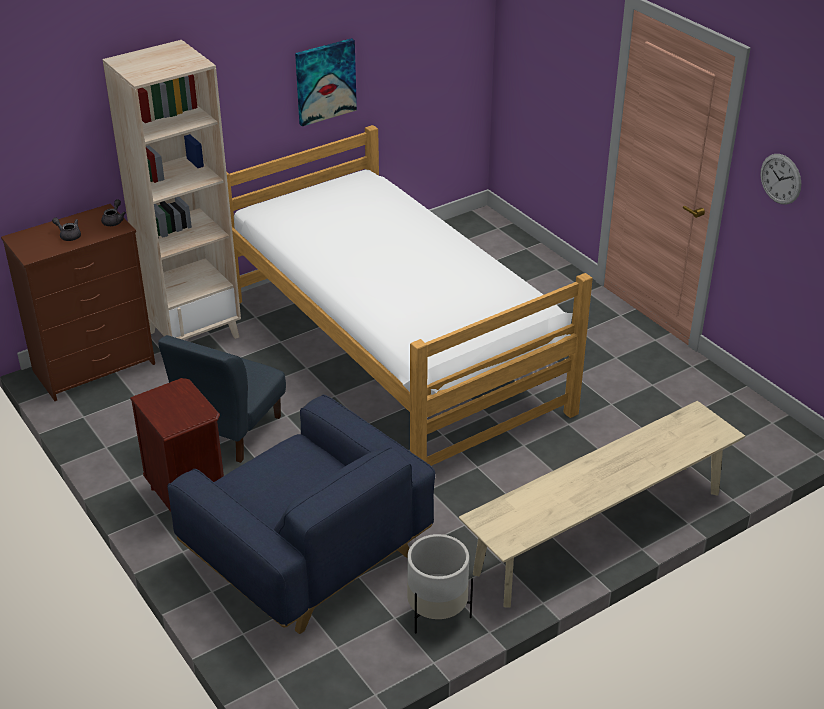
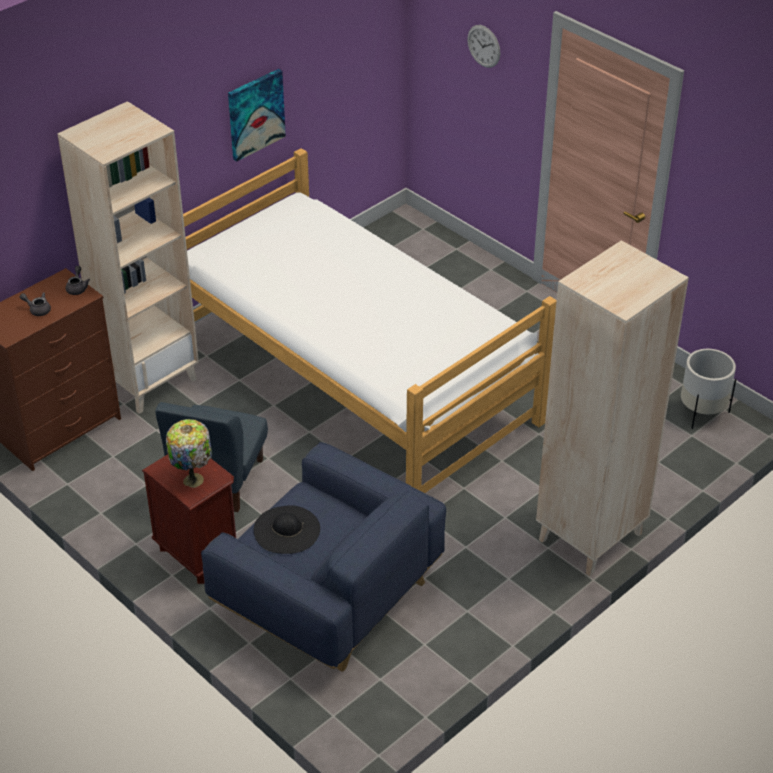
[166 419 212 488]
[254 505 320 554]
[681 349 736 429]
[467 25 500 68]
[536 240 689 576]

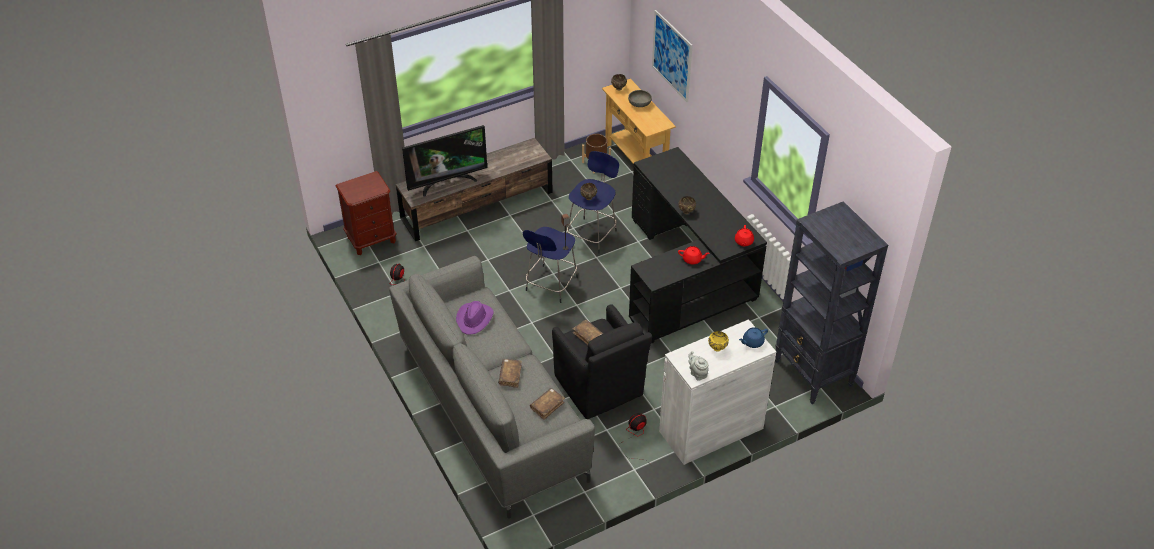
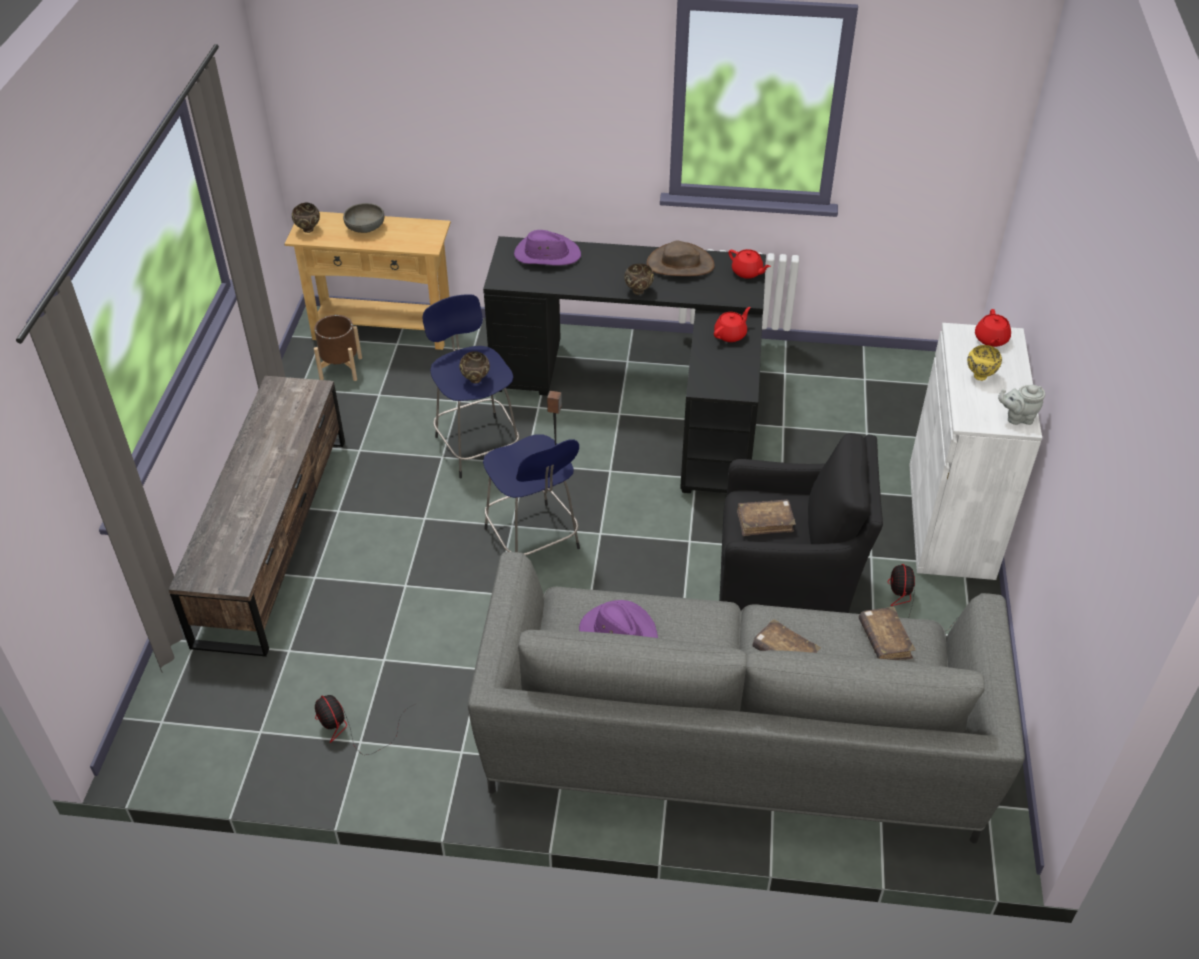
[336 171 396 255] (first image)
[402 125 487 197] (first image)
[652 10 693 102] (first image)
[775 201 888 404] (first image)
[514 230 581 266]
[646 241 715 276]
[975 309 1011 347]

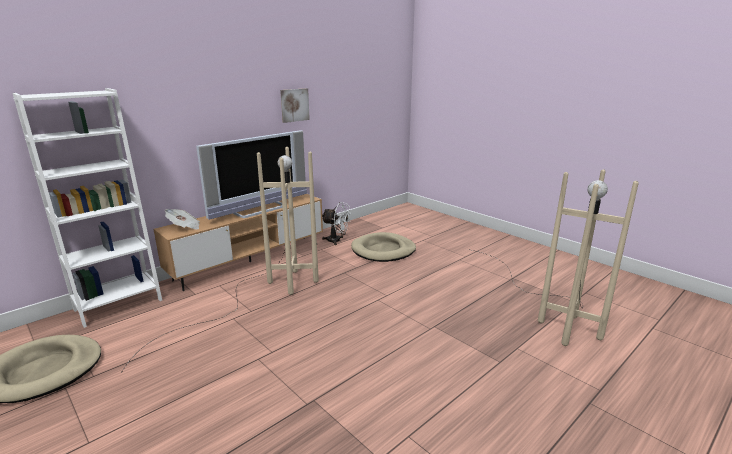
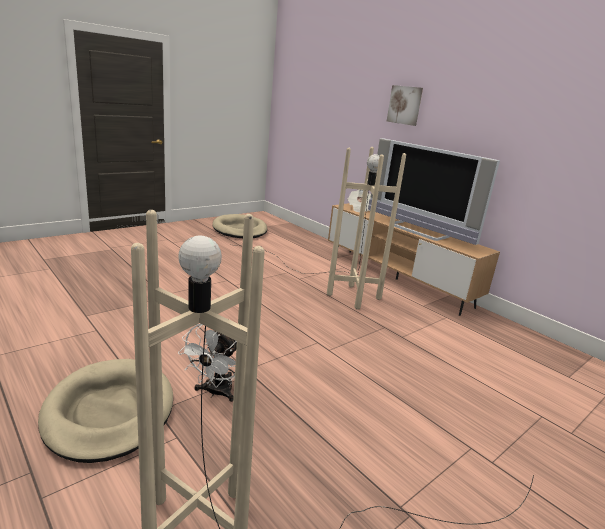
[12 88 162 328] (first image)
[387 85 423 126]
[178 324 237 402]
[38 359 173 463]

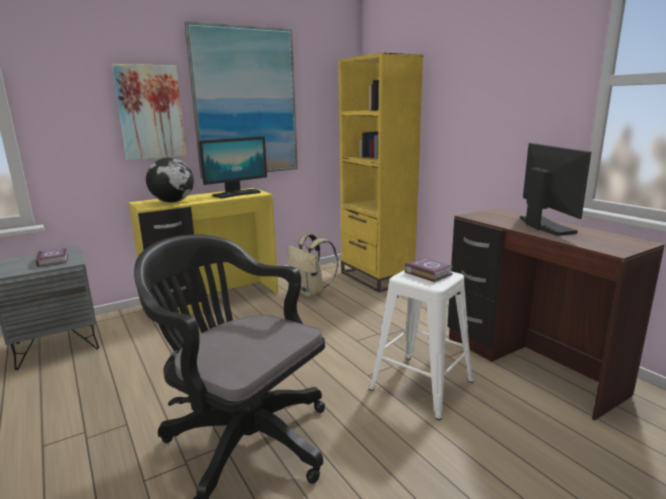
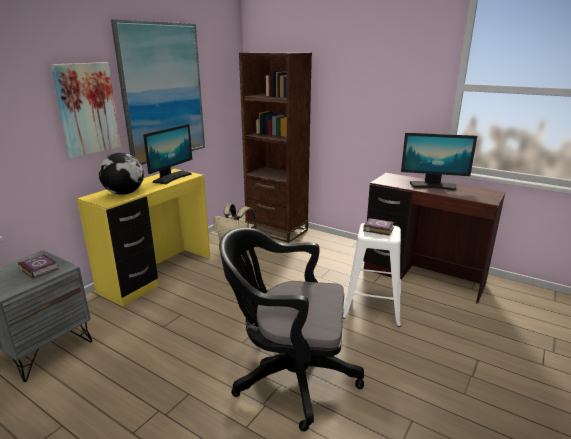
[239 52 312 243]
[401 133 477 190]

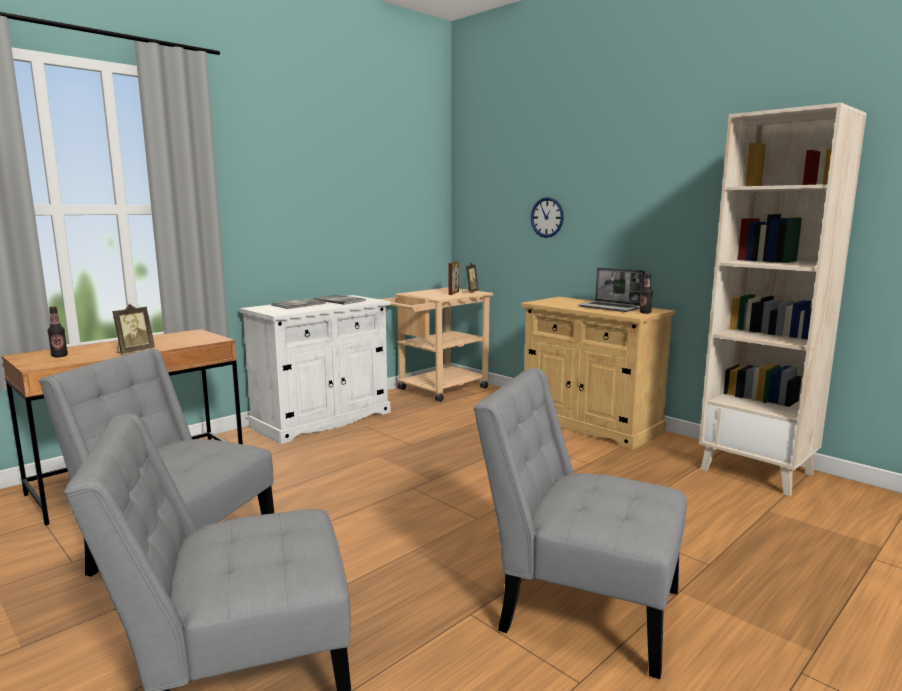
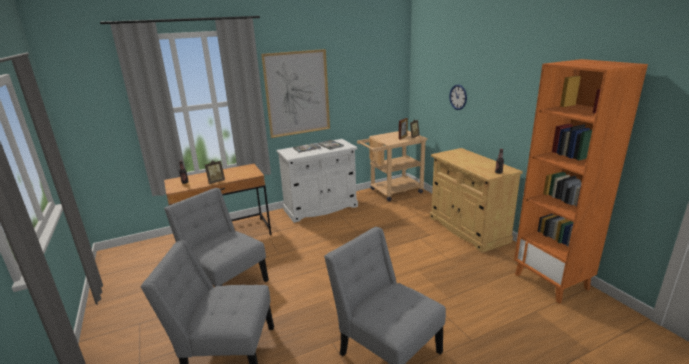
[578 267 645 312] (first image)
[261 49 330 138]
[514 59 648 304]

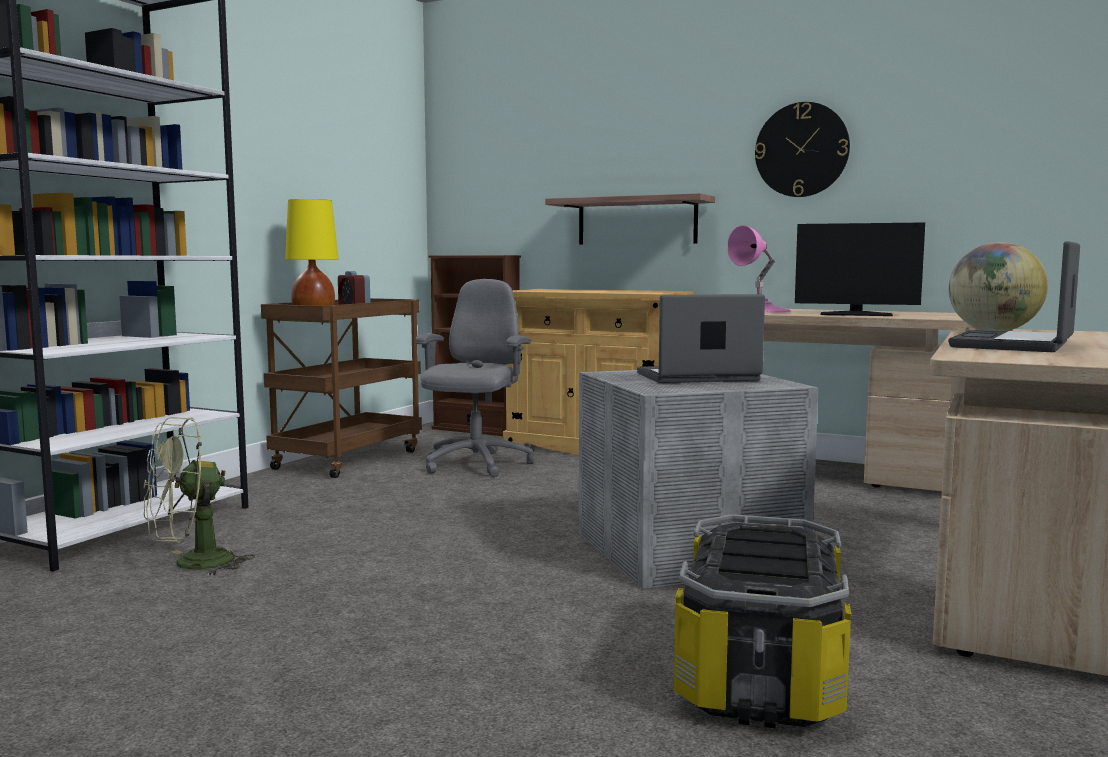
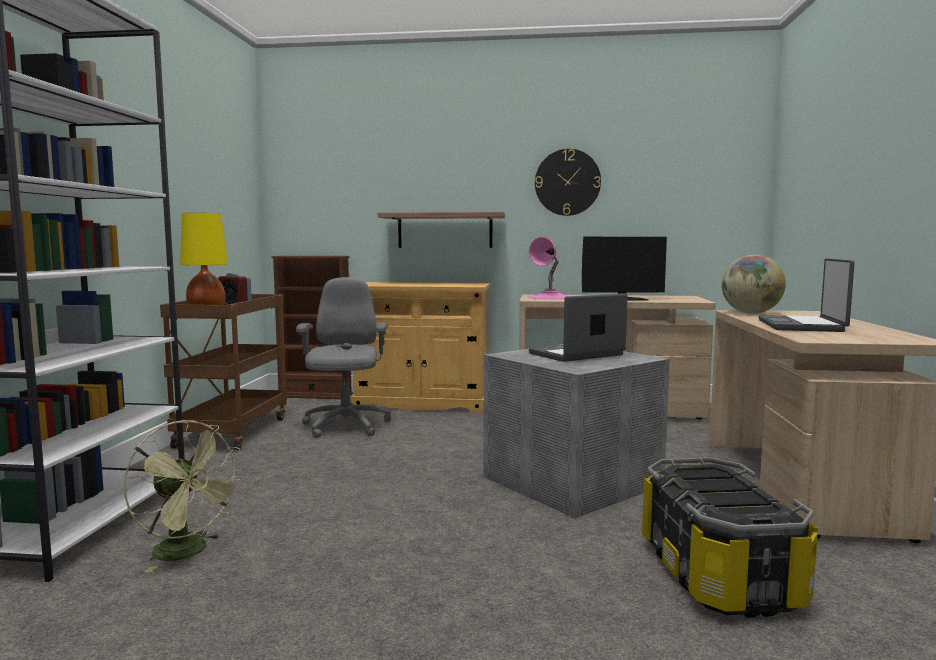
[124 420 245 573]

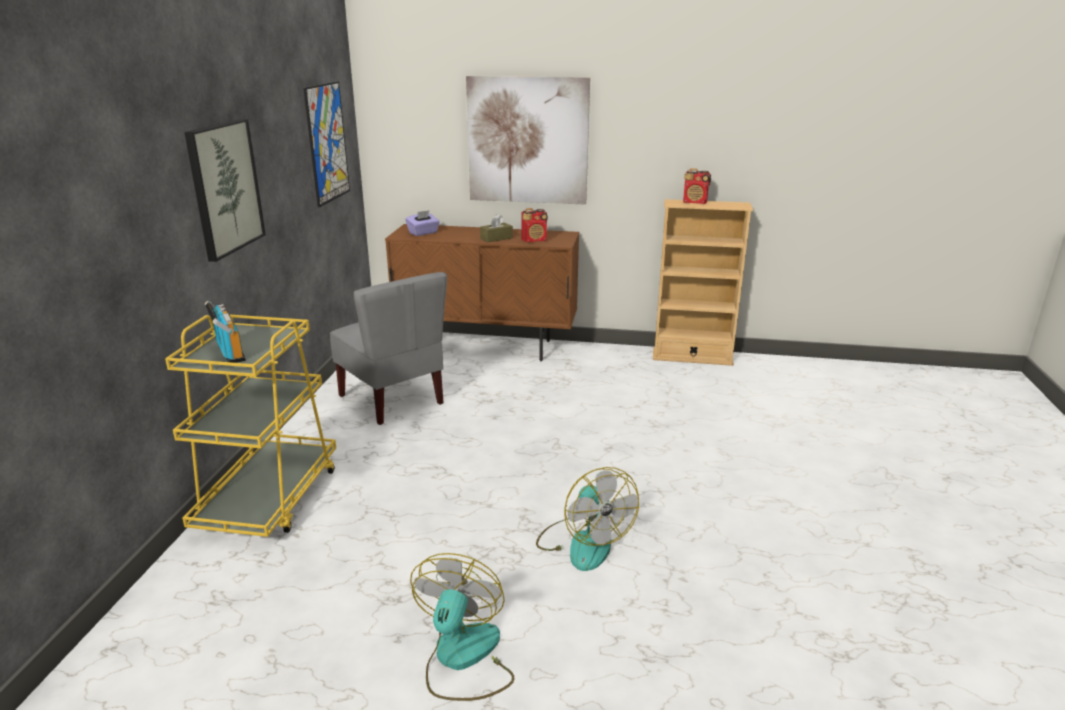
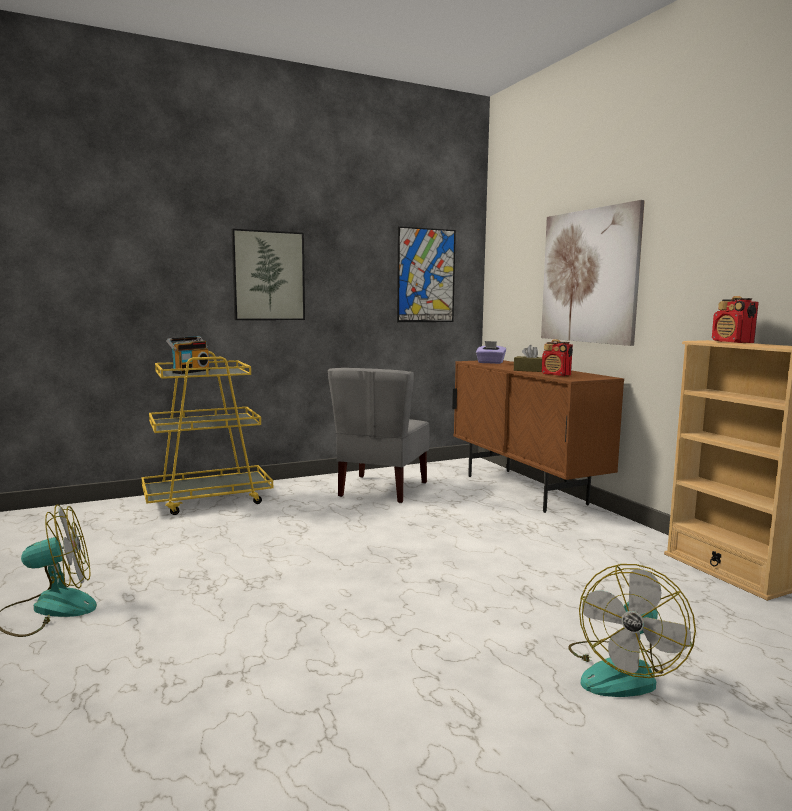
[568 564 696 697]

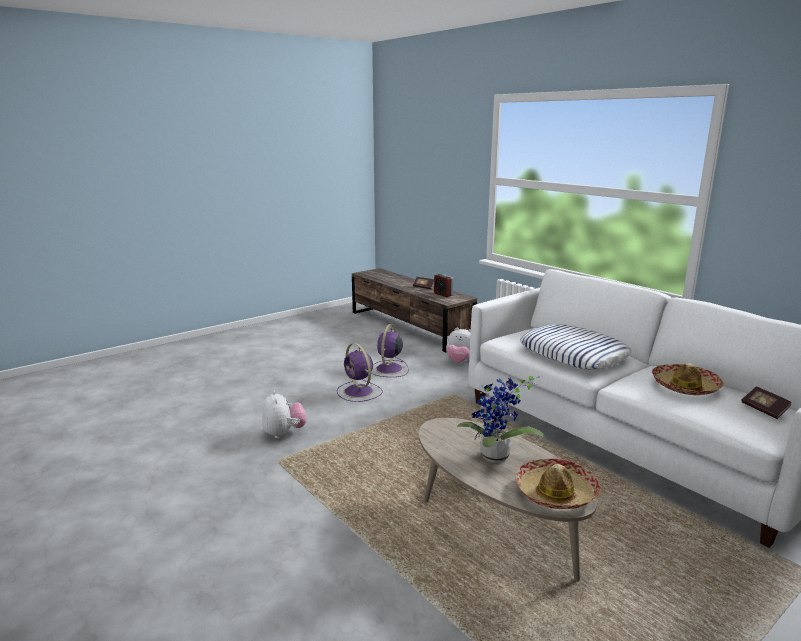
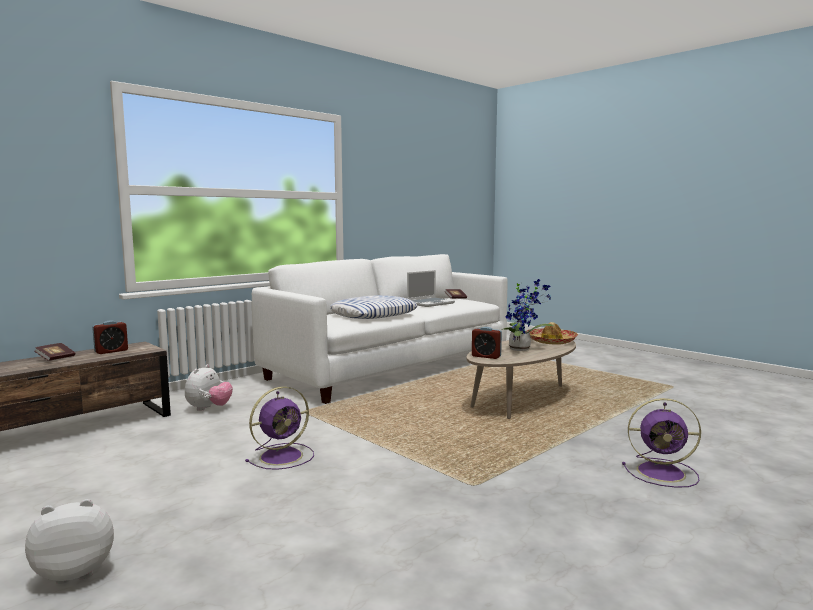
[472 327 502 359]
[25 499 114 584]
[622 398 701 488]
[407 270 455 307]

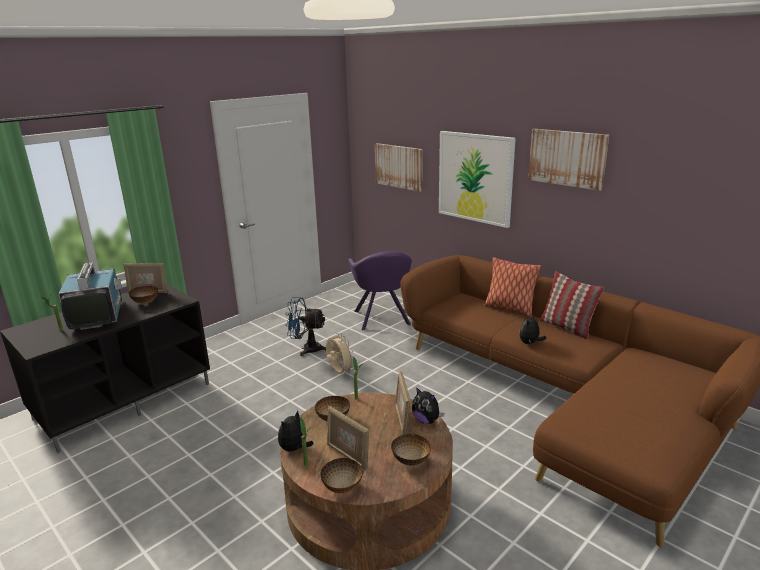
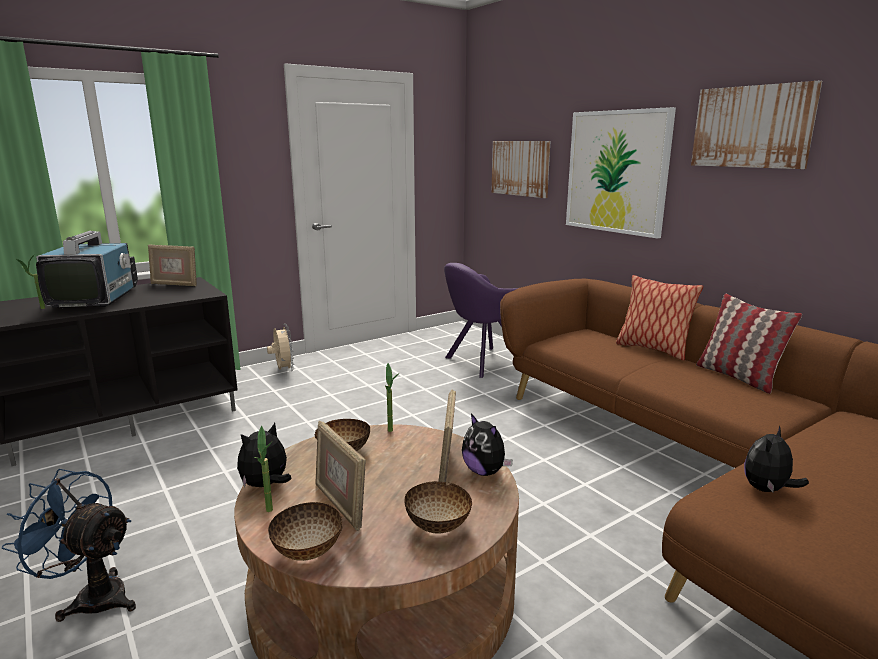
[129 286 158 304] (first image)
[2 469 136 622]
[267 324 294 371]
[744 425 809 492]
[444 263 518 378]

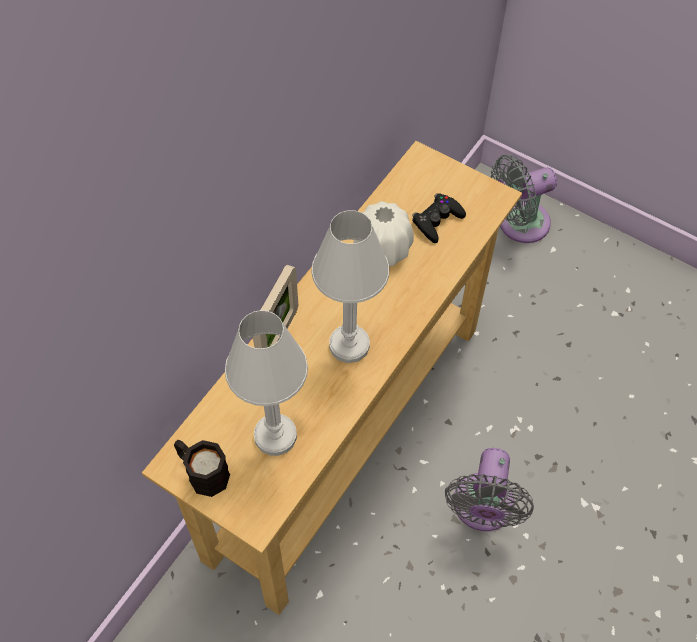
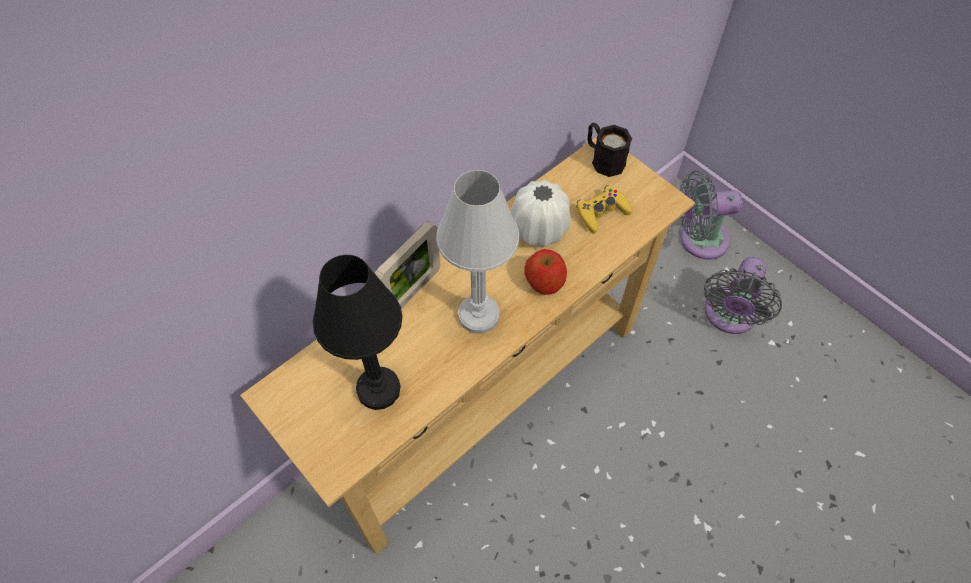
[524 249 567 295]
[588 123 632 177]
[704 257 782 334]
[313 255 402 410]
[576 185 632 234]

